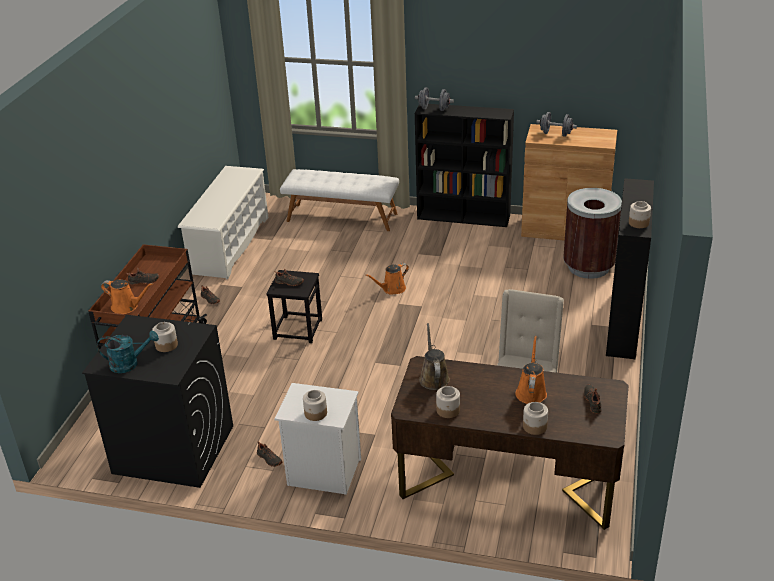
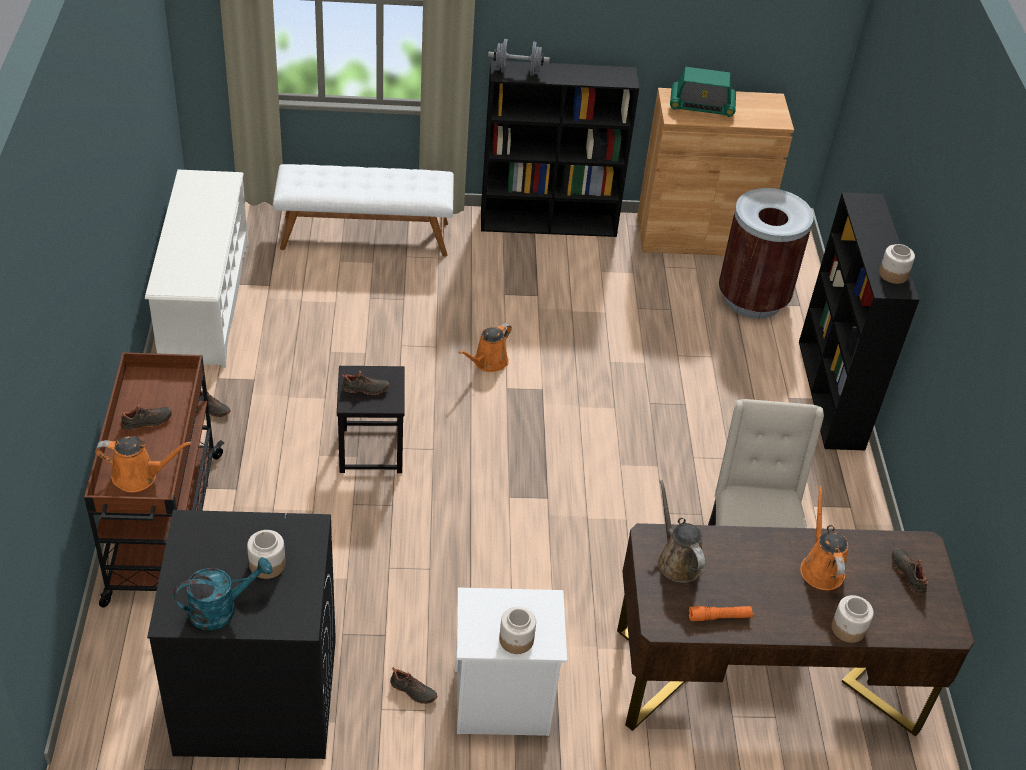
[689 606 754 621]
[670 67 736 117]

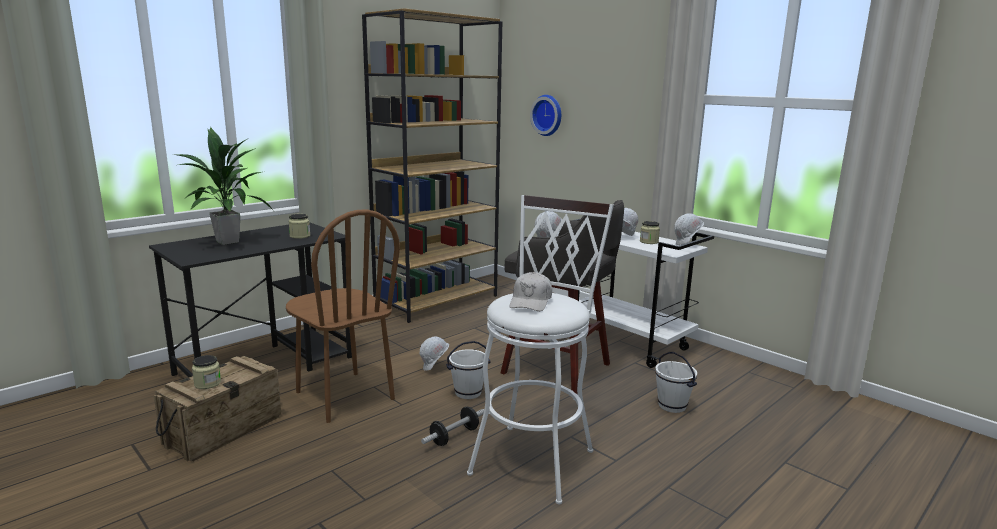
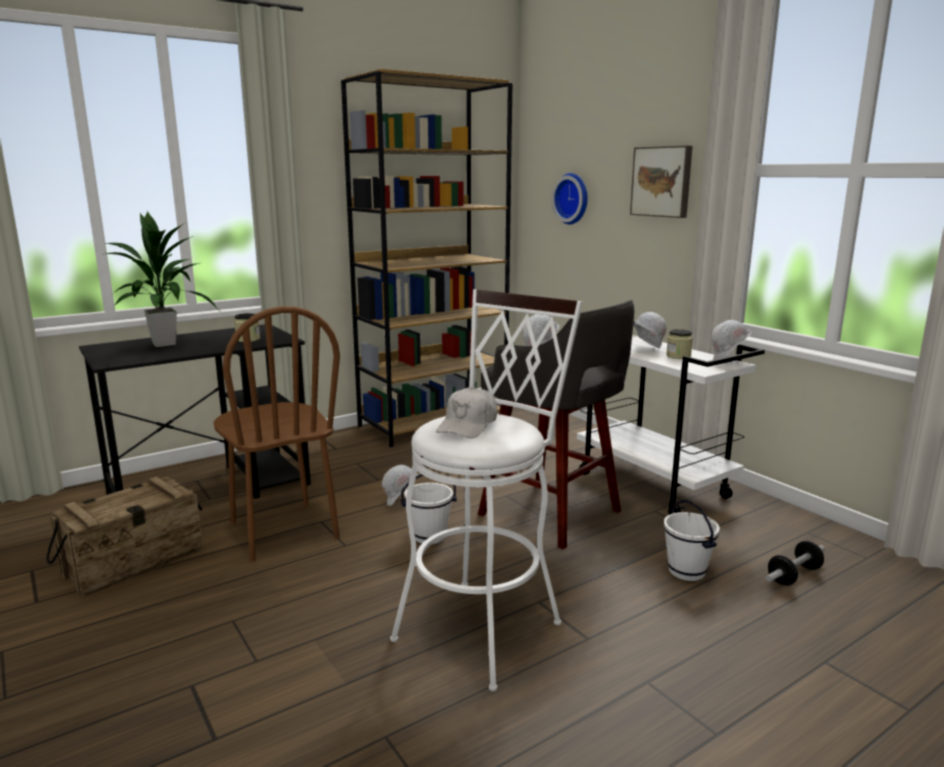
[192 355 221 389] (first image)
[630 146 693 218]
[766 541 825 586]

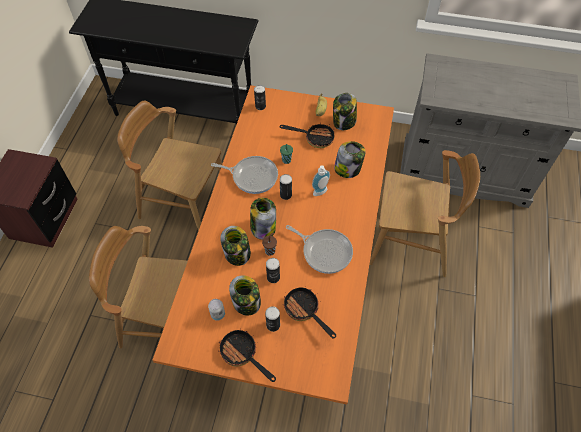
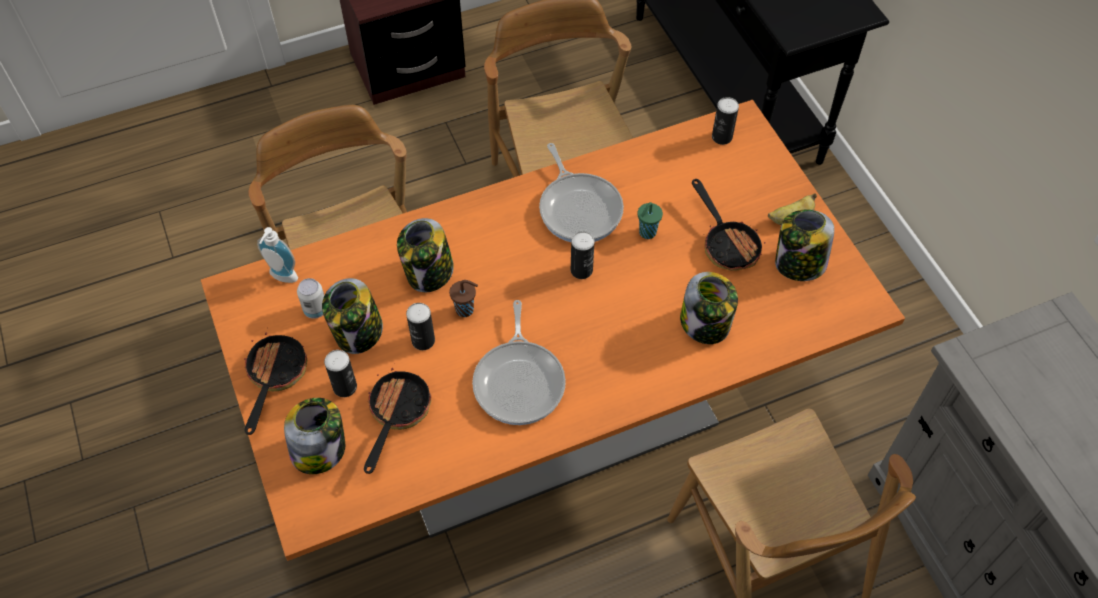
[284 398 345 474]
[257 227 298 283]

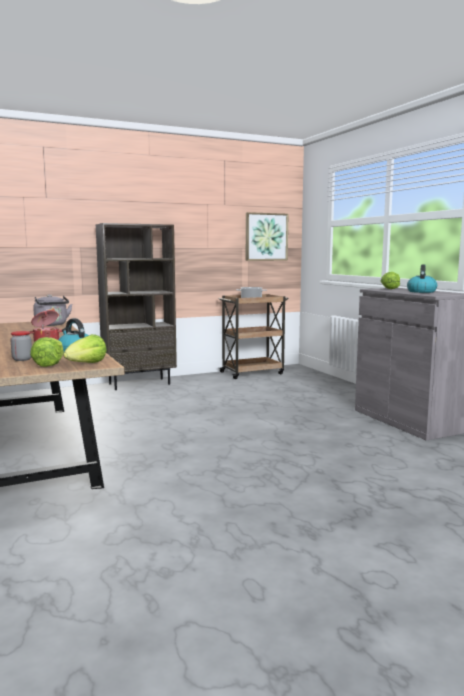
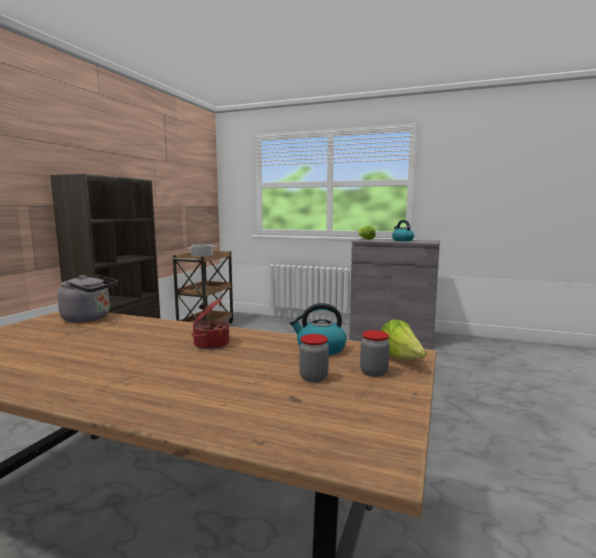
[246 212 288 261] (first image)
[360 330 390 377]

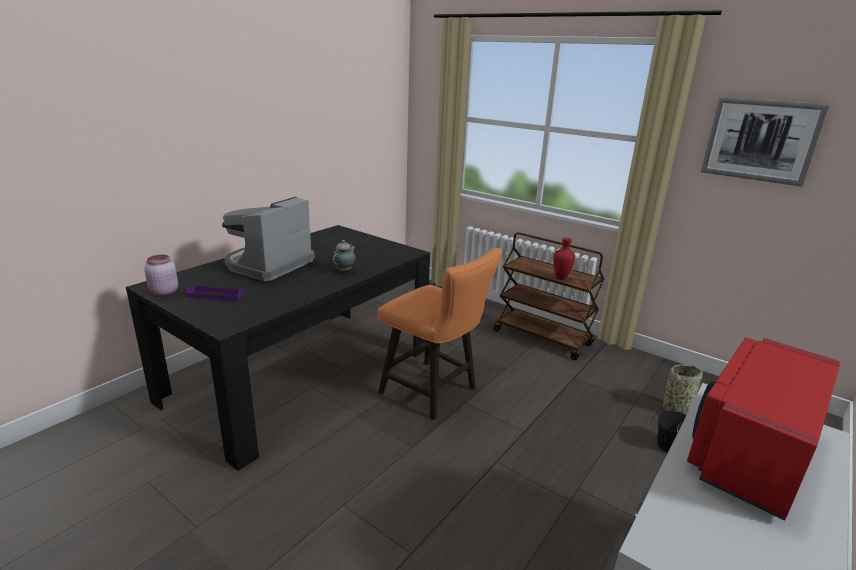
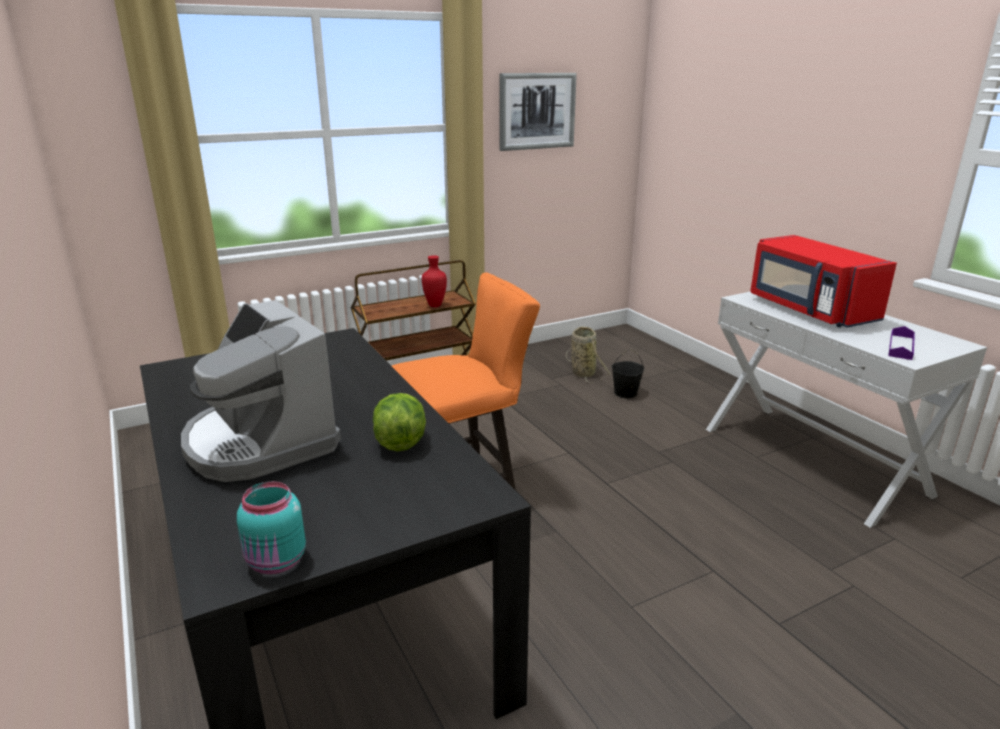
[332 240 356 272] (first image)
[373 393 426 451]
[888 326 915 360]
[237 481 306 574]

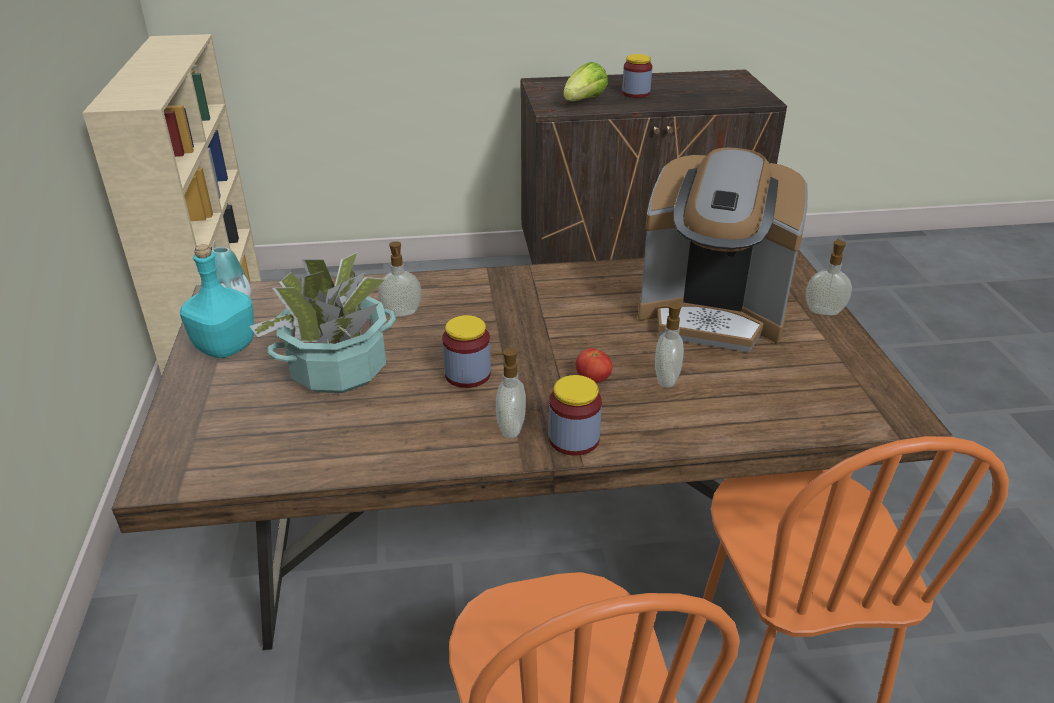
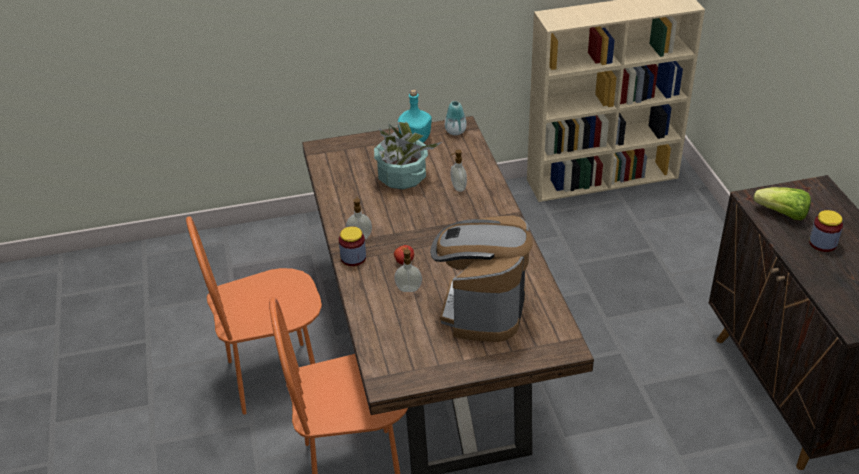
[442 315 491 388] (first image)
[806 239 852 315] (first image)

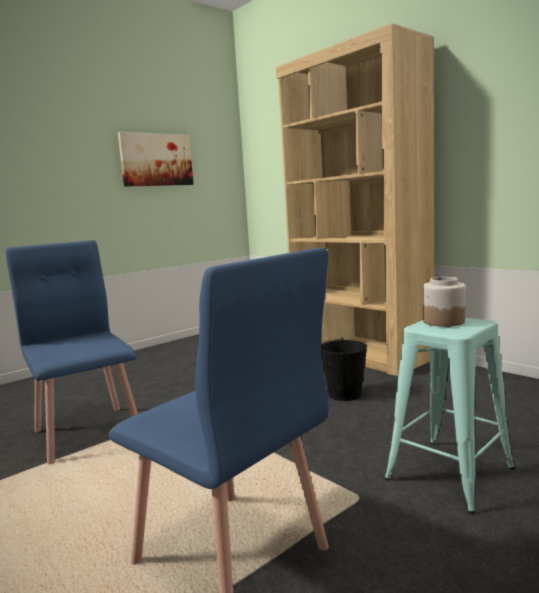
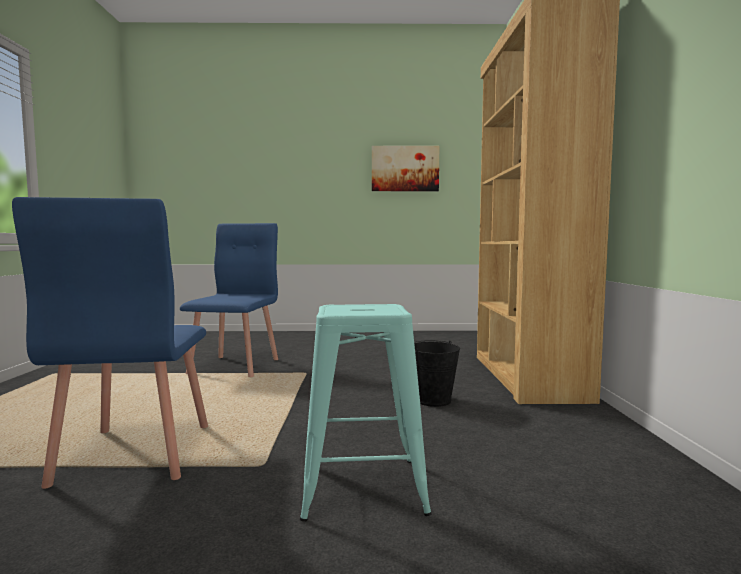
[423 277 466 327] (first image)

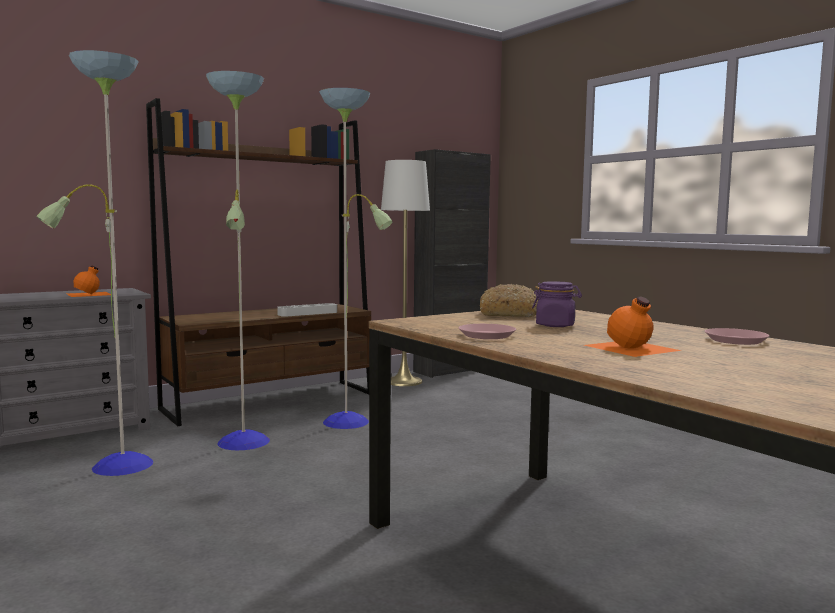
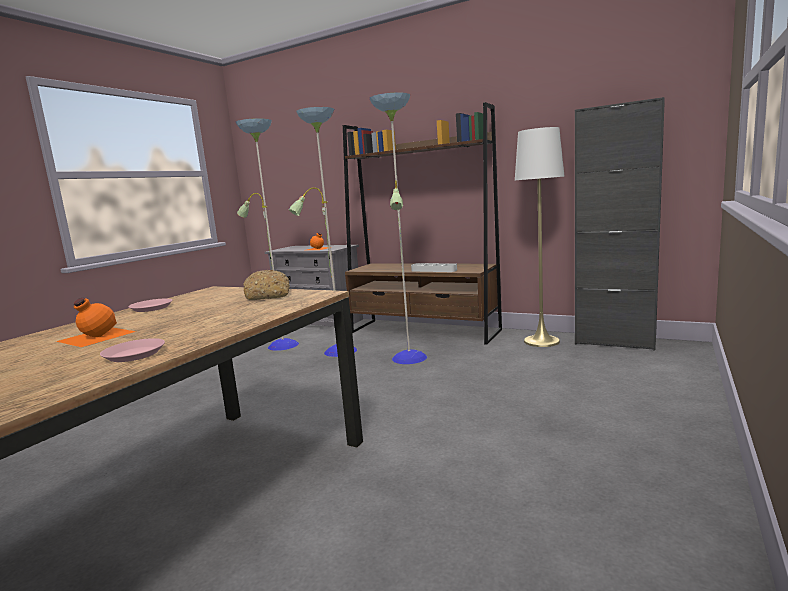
[532 281 582 327] (first image)

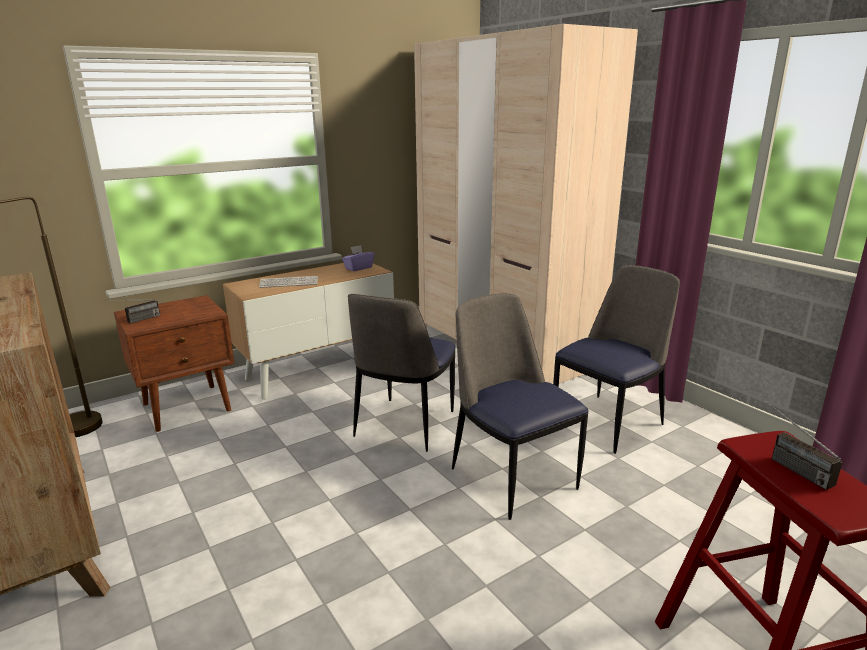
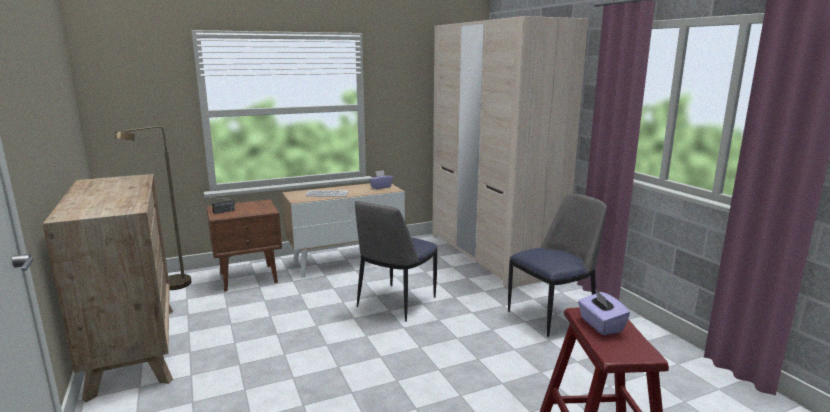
[452 293 589 520] (first image)
[578 289 630 335]

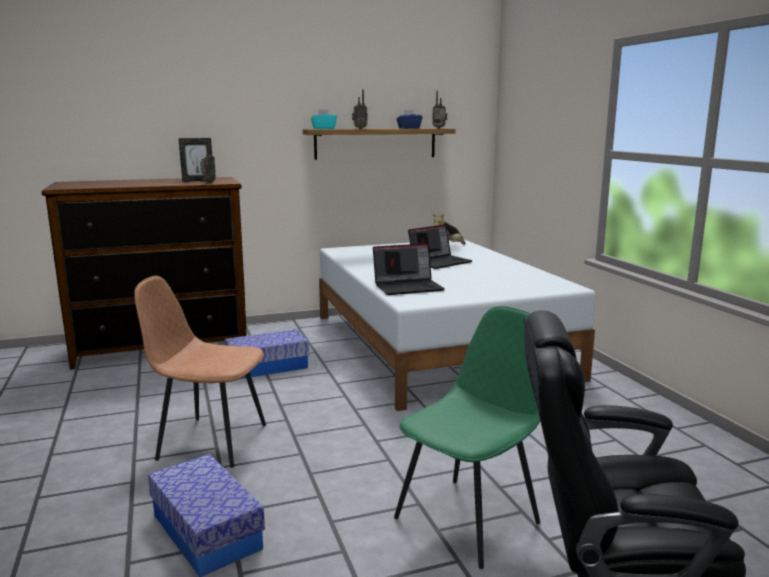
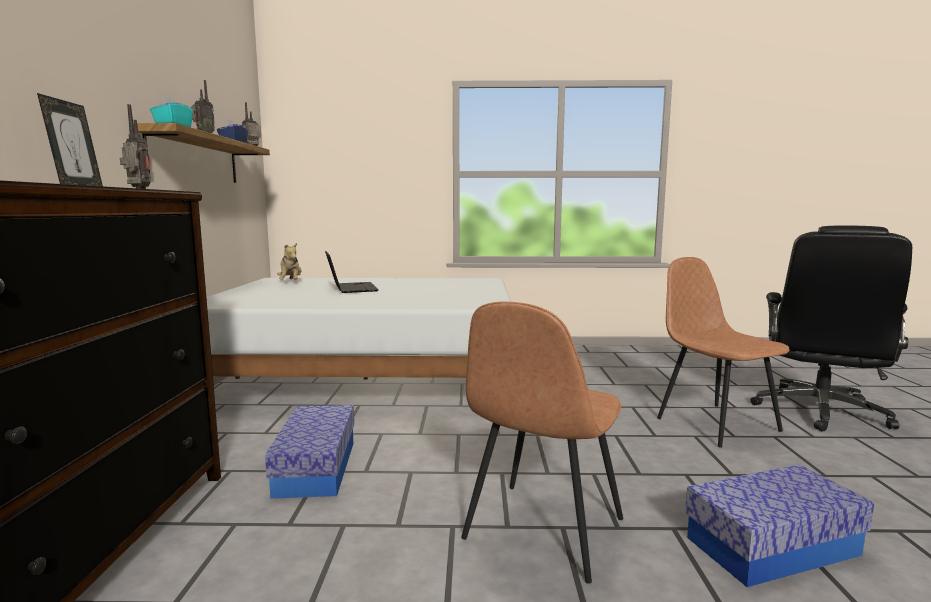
[373 243 445 295] (first image)
[657 257 790 448]

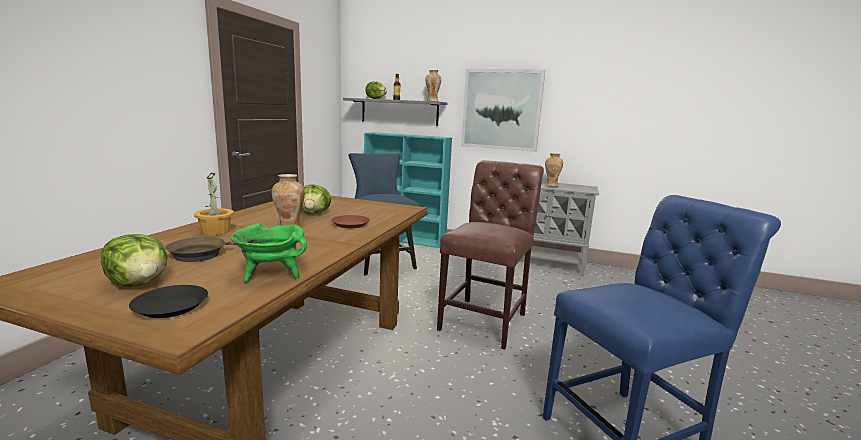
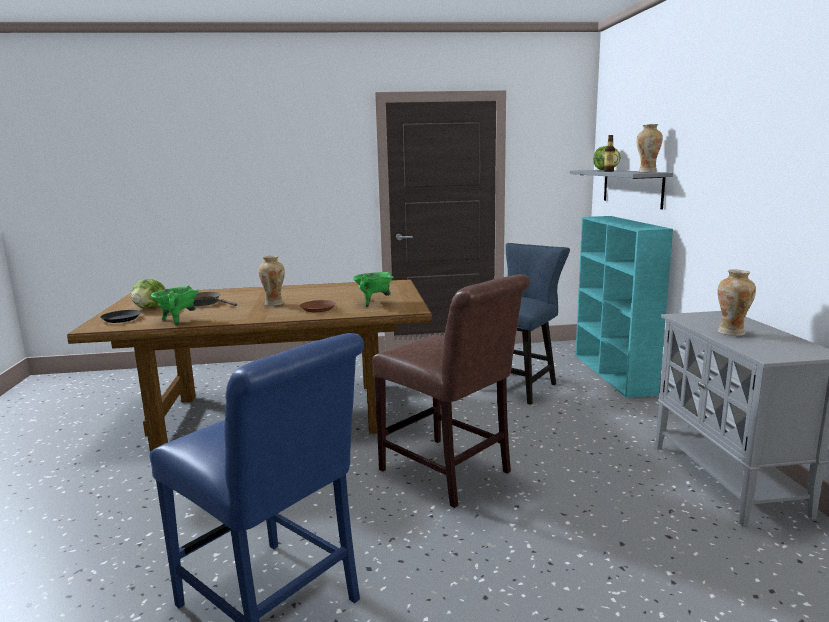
[194 173 234 235] (first image)
[301 184 331 214] (first image)
[461 68 545 152] (first image)
[353 272 394 307]
[372 274 530 508]

